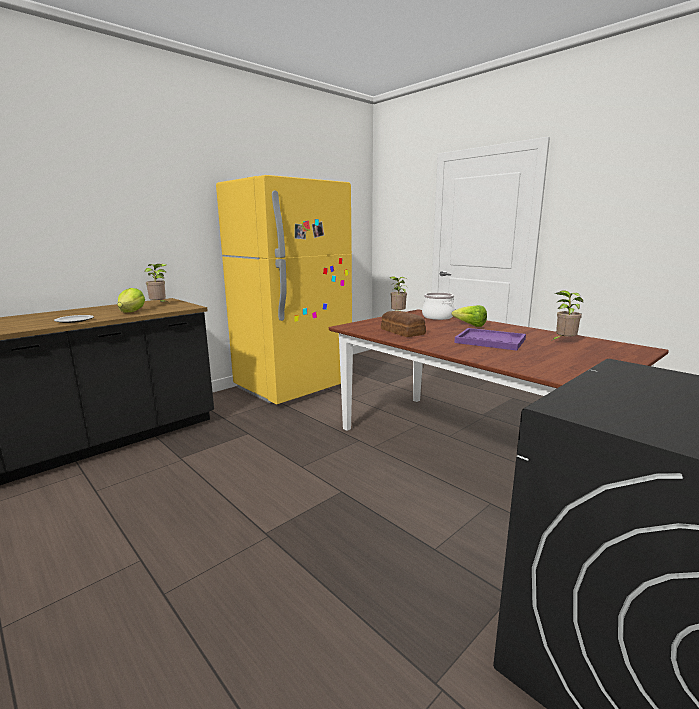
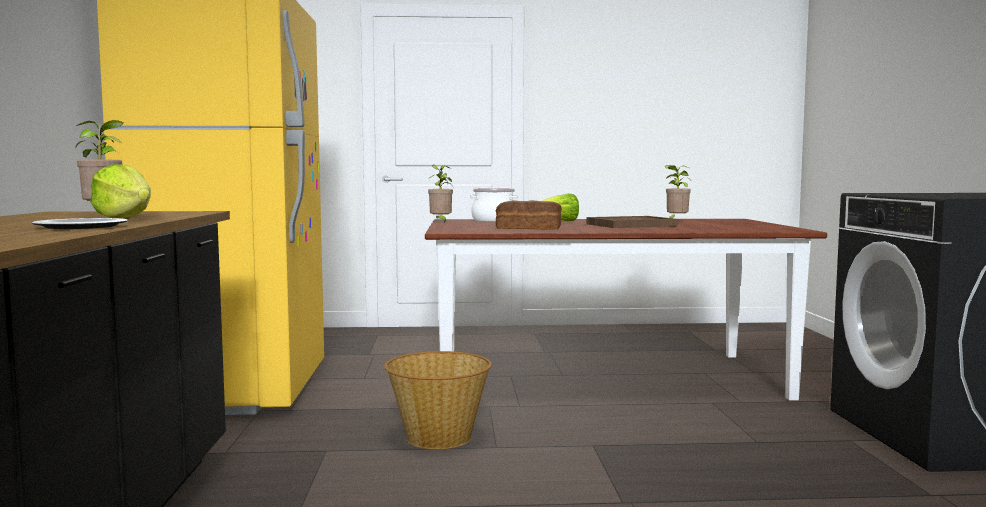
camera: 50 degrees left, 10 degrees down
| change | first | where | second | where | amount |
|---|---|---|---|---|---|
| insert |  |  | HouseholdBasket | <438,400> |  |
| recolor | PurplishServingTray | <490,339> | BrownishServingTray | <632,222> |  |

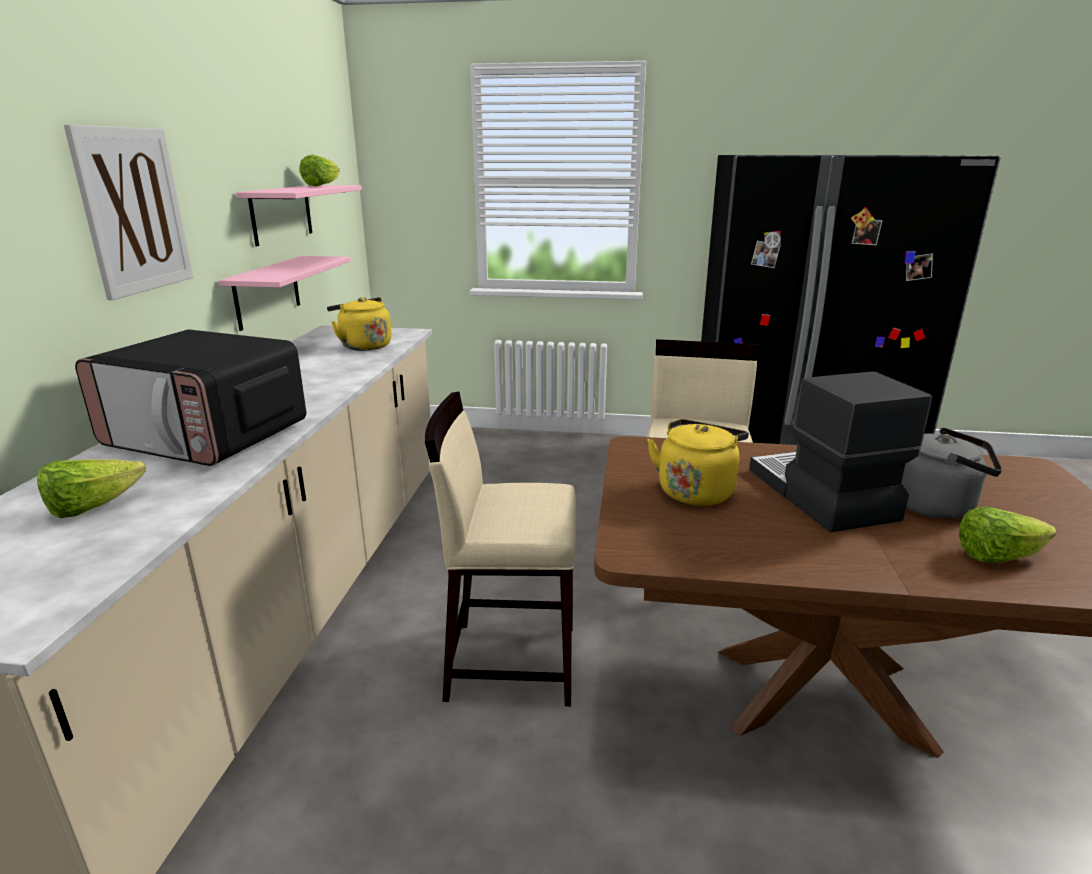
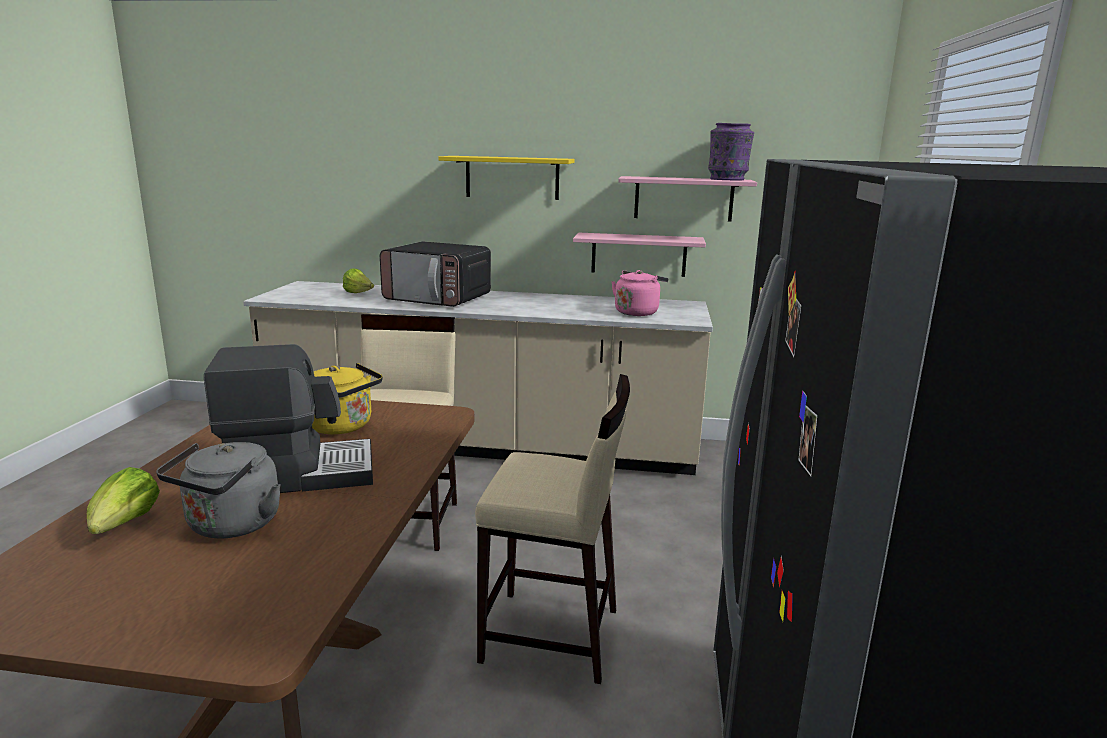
camera: 90 degrees right, 5 degrees down
| change | first | where | second | where | amount |
|---|---|---|---|---|---|
| rotate | MicrowaveOven | <190,397> |  | <435,274> | 90 degrees counterclockwise |
| replace | Picture | <128,212> | YellowishBracketShelf | <506,178> |  |
| recolor | YellowishKettle | <359,324> | PinkishKettle | <640,293> |  |
| replace | LettuceHead | <319,170> | PurplishFlowerVase | <731,151> |  |

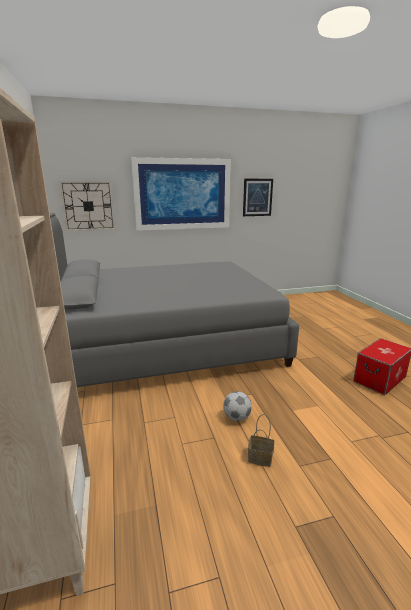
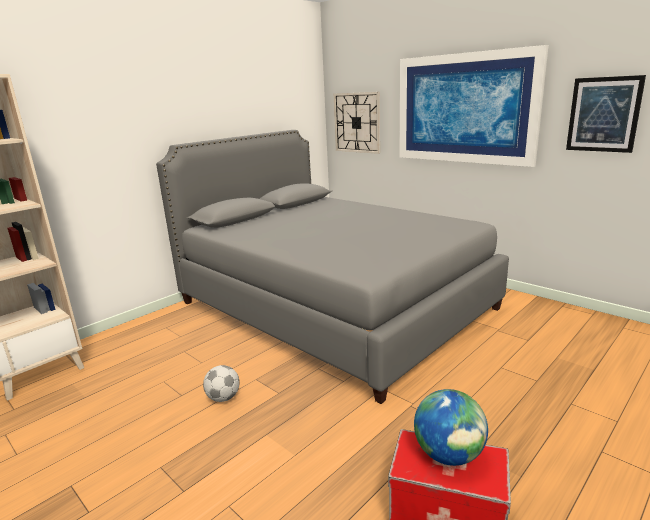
camera: 60 degrees right, 0 degrees up
| change | first | where | second | where | amount |
|---|---|---|---|---|---|
| insert |  |  | WorldGlobe | <451,427> |  |
| delete | HouseholdBasket | <261,440> |  |  |  |

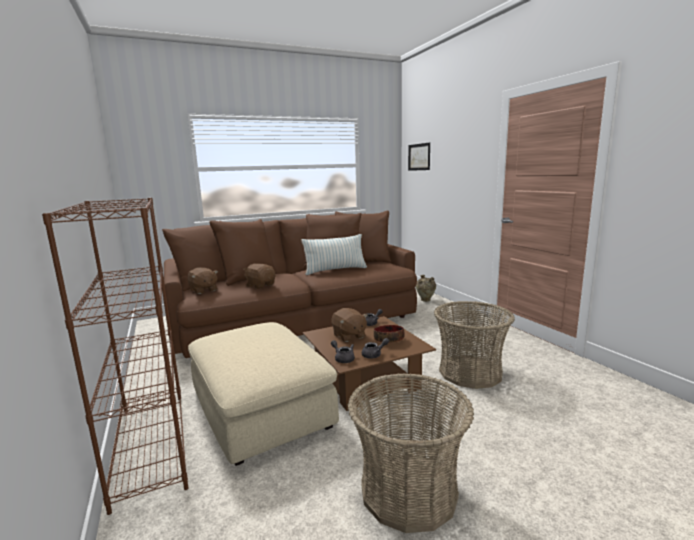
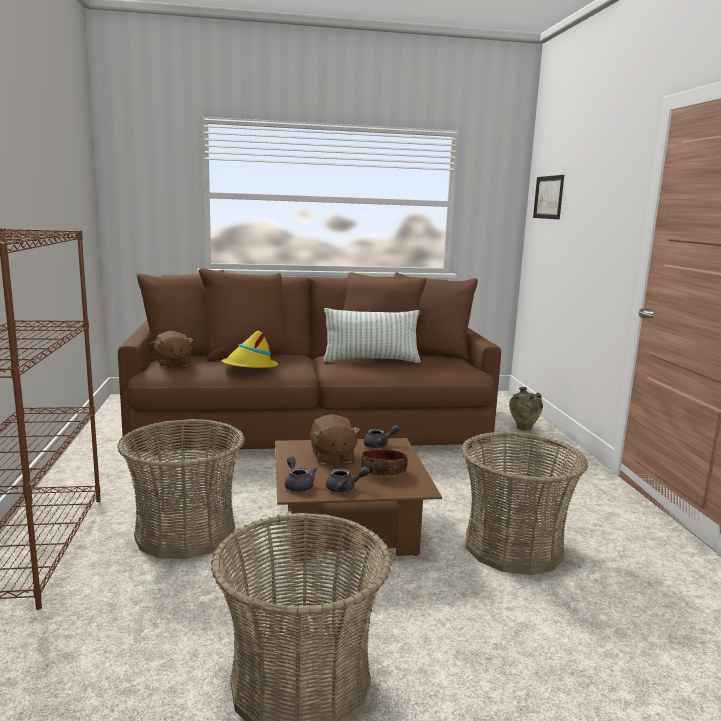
camera: 15 degrees right, 0 degrees up
| change | first | where | second | where | amount |
|---|---|---|---|---|---|
| replace | SandColouredFootrest | <263,394> | HouseholdBasket | <181,489> |  |
| replace | BrownishCuddlyToy | <259,276> | YellowishClothingHat | <249,348> |  |

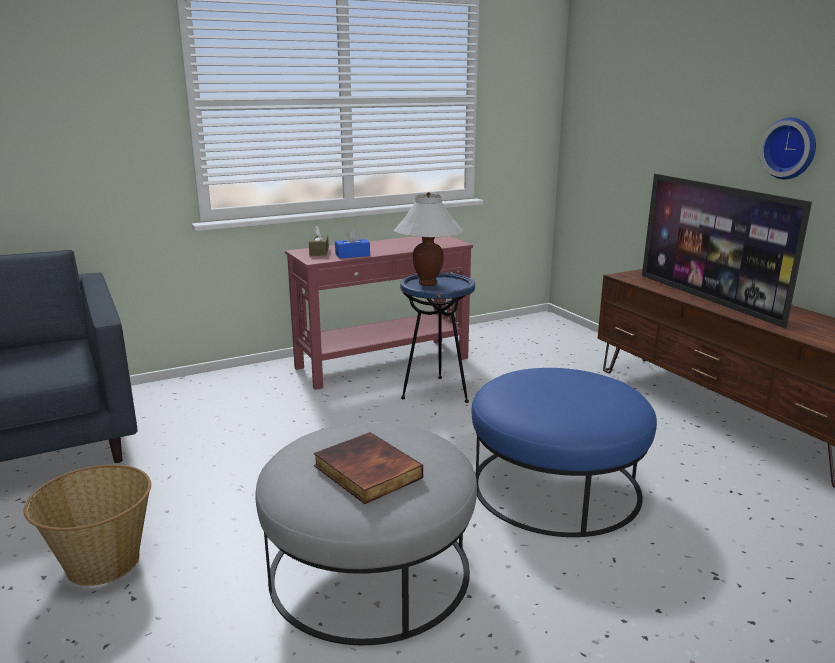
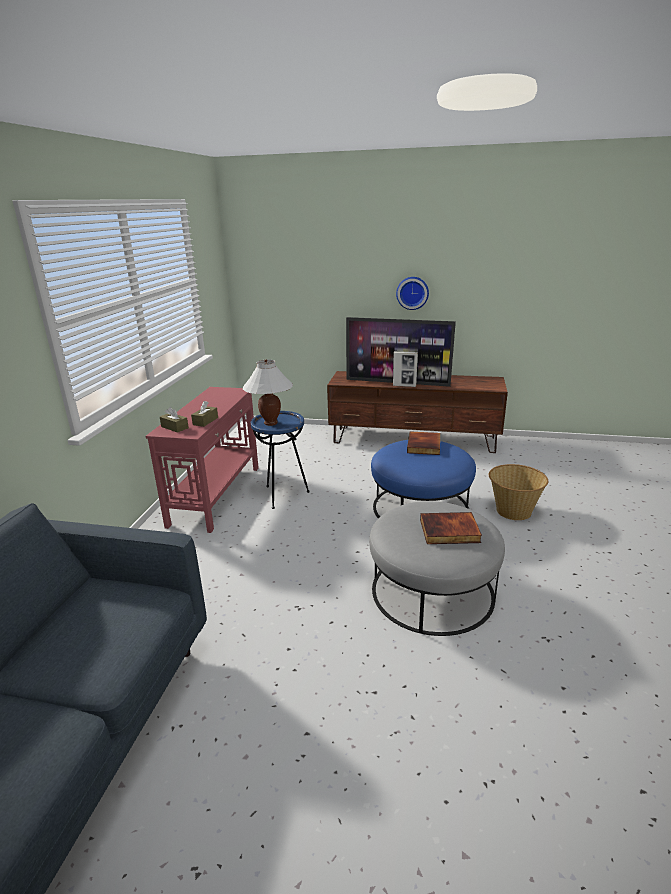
camera: 50 degrees left, 5 degrees up
| change | first | where | second | where | amount |
|---|---|---|---|---|---|
| recolor | BlueTissueBox | <352,243> | BrownishTissueBox | <204,414> |  |
| insert |  |  | PictureFrame | <405,369> |  |
| insert |  |  | Book | <423,443> |  |
| move | HouseholdBasket | <87,525> |  | <518,492> |  |

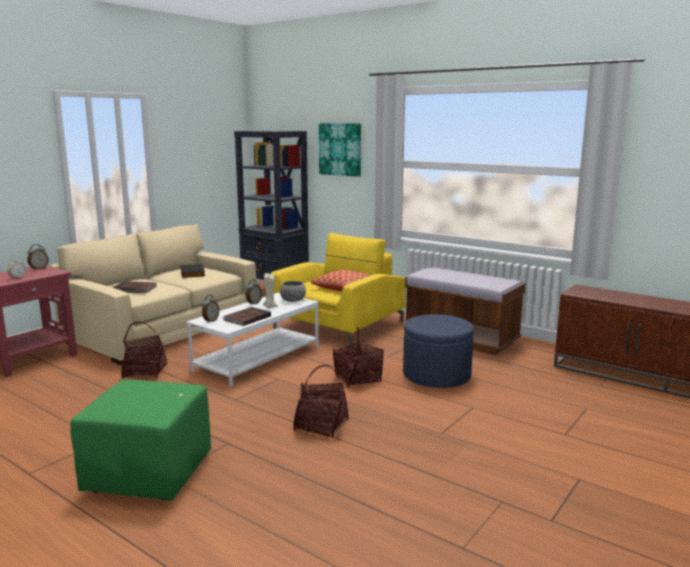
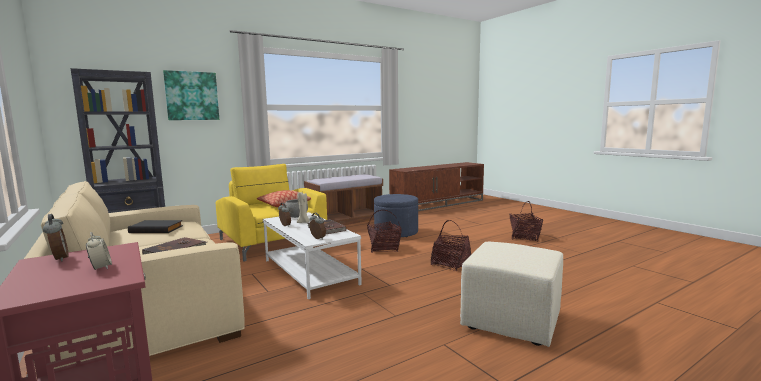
camera: 70 degrees left, 5 degrees down
| change | first | where | second | where | amount |
|---|---|---|---|---|---|
| recolor | GreenFootrest | <140,440> | SandColouredFootrest | <511,294> |  |
| move | HouseholdBasket | <144,350> |  | <526,221> |  |

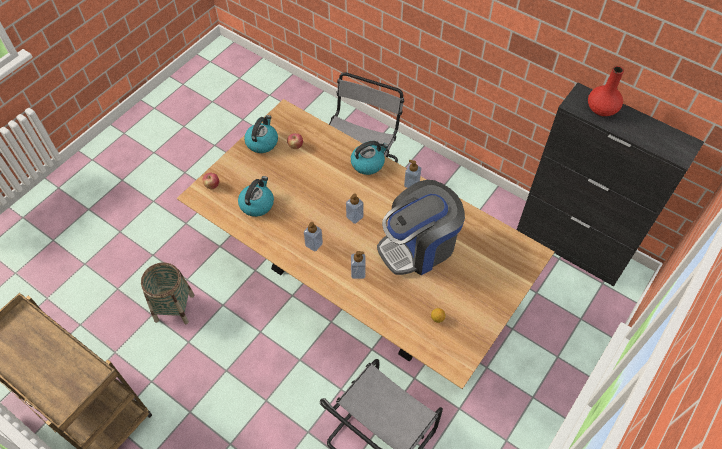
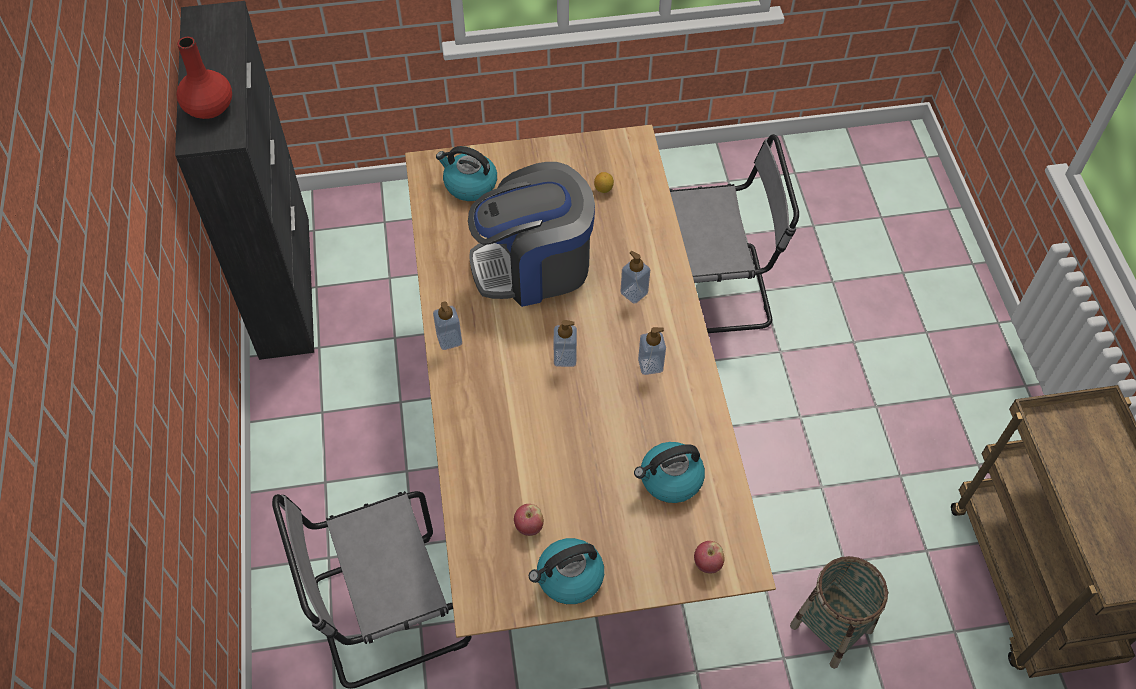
camera: 135 degrees left, 0 degrees up
| change | first | where | second | where | amount |
|---|---|---|---|---|---|
| move | Kettle | <369,158> |  | <466,173> |  |
| rotate | CoffeeBrewer | <421,227> |  | <531,234> | 150 degrees clockwise |

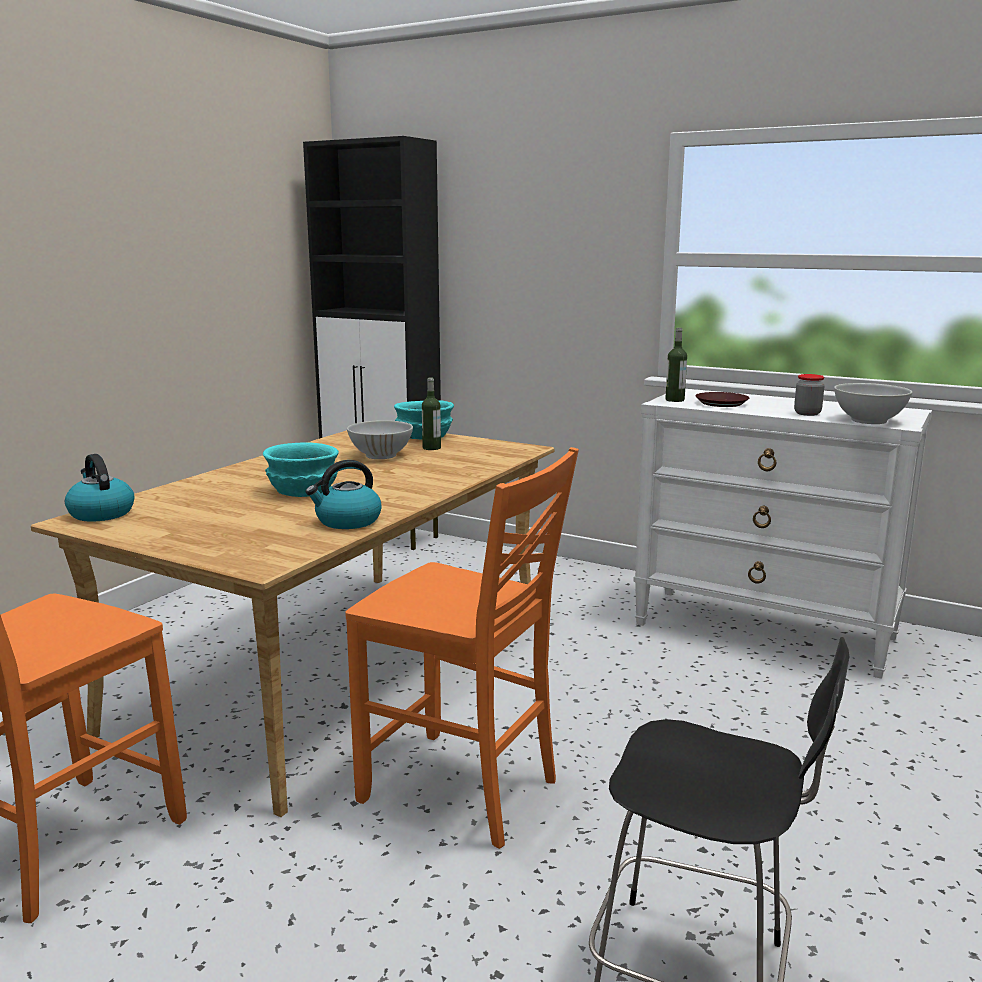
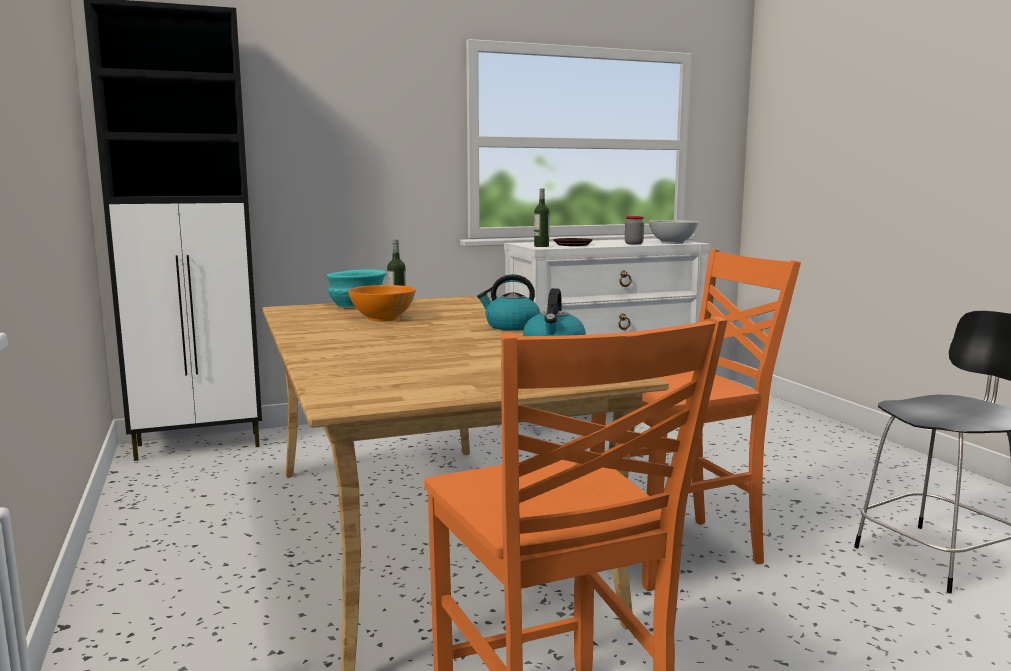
camera: 50 degrees left, 5 degrees down
| change | first | where | second | where | amount |
|---|---|---|---|---|---|
| recolor | WhiteServingBowl | <380,439> | OrangeColouredServingBowl | <382,303> |  |
| move | Kettle | <100,487> |  | <508,302> |  |
| delete | TurquoiseServingBowl | <301,469> |  |  |  |

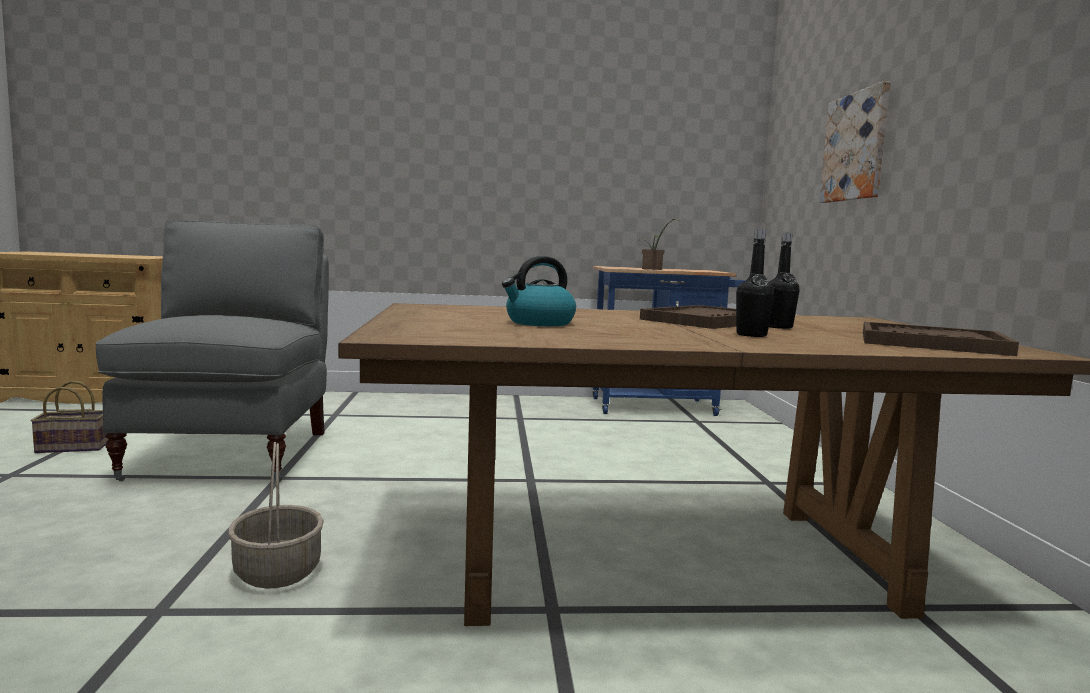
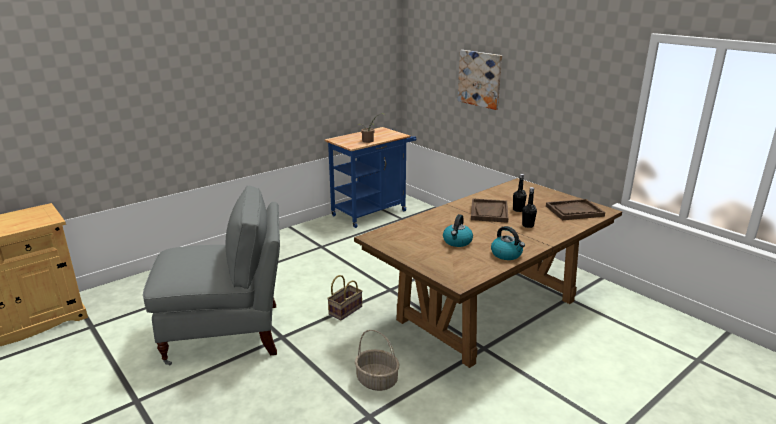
camera: 35 degrees left, 15 degrees up
| change | first | where | second | where | amount |
|---|---|---|---|---|---|
| rotate | GreyUprightChair | <212,351> |  | <211,275> | 120 degrees clockwise |
| move | HouseholdBasket | <69,417> |  | <344,297> |  |
| insert |  |  | Kettle | <508,243> |  |

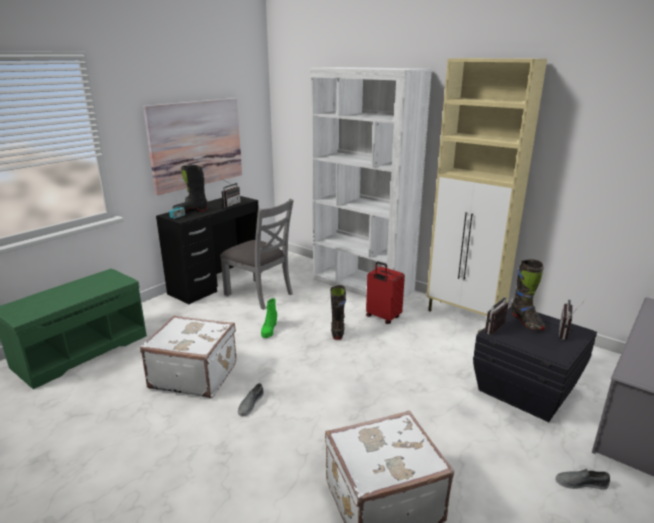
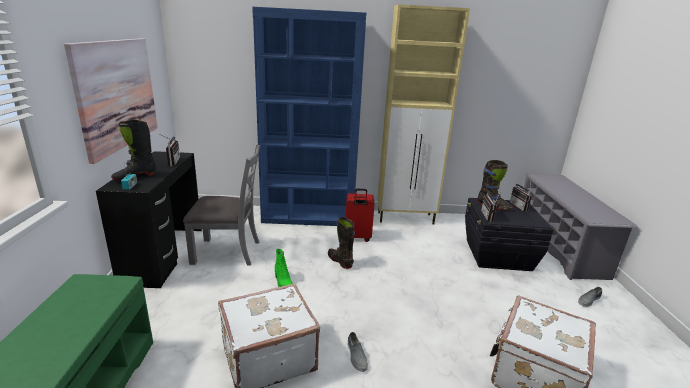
camera: 40 degrees left, 0 degrees up
| change | first | where | second | where | amount |
|---|---|---|---|---|---|
| recolor | WhiteBookshelf | <371,183> | BlueBookshelf | <309,116> |  |

